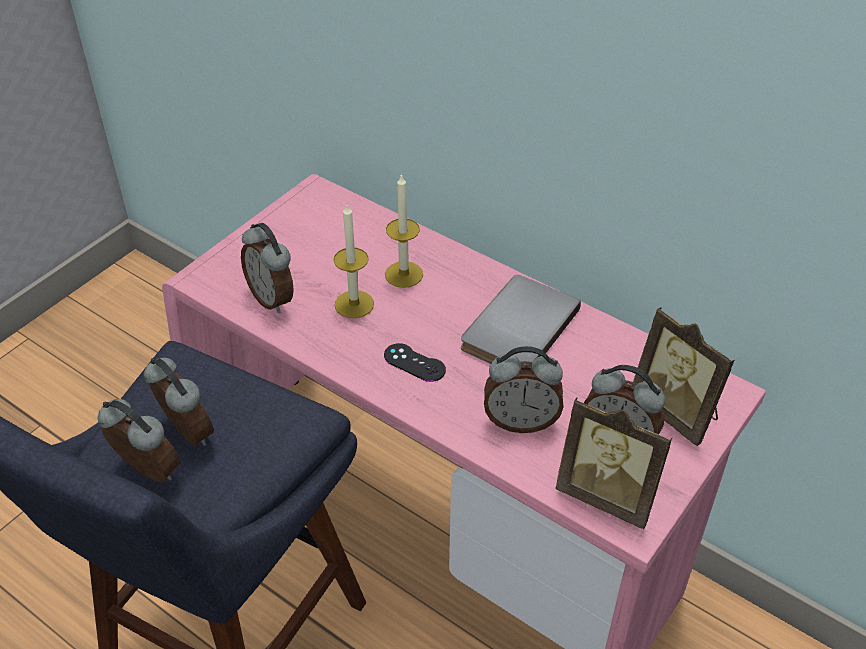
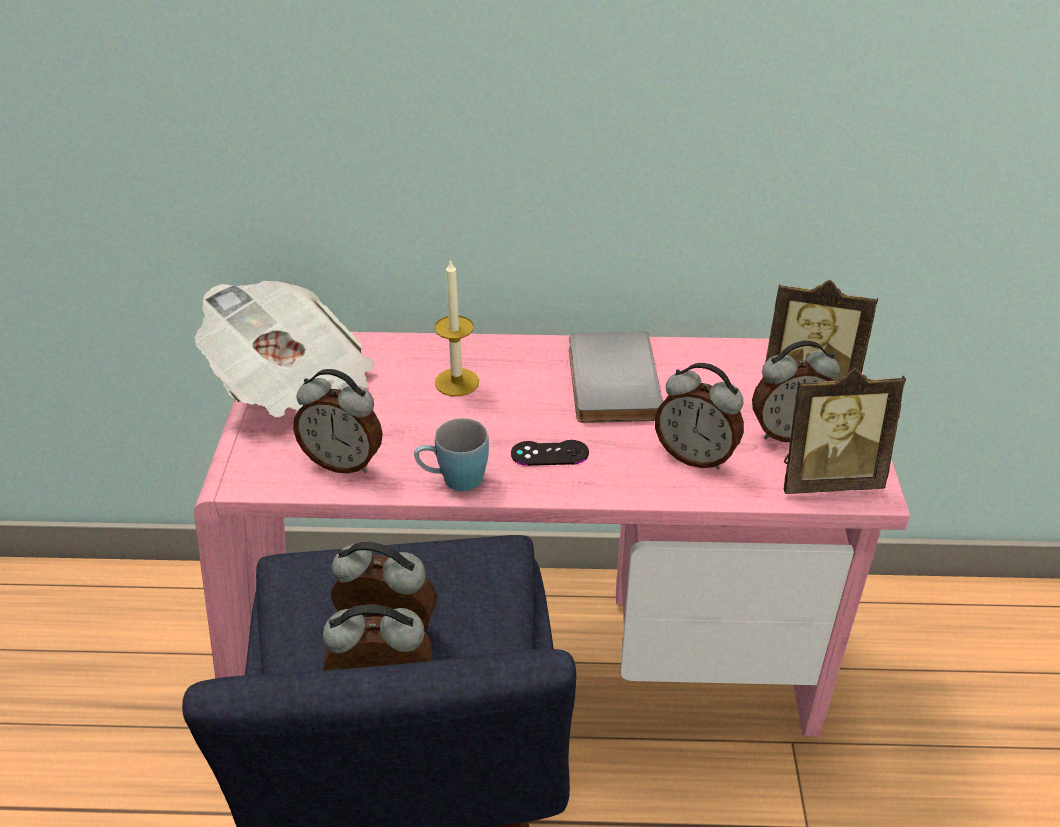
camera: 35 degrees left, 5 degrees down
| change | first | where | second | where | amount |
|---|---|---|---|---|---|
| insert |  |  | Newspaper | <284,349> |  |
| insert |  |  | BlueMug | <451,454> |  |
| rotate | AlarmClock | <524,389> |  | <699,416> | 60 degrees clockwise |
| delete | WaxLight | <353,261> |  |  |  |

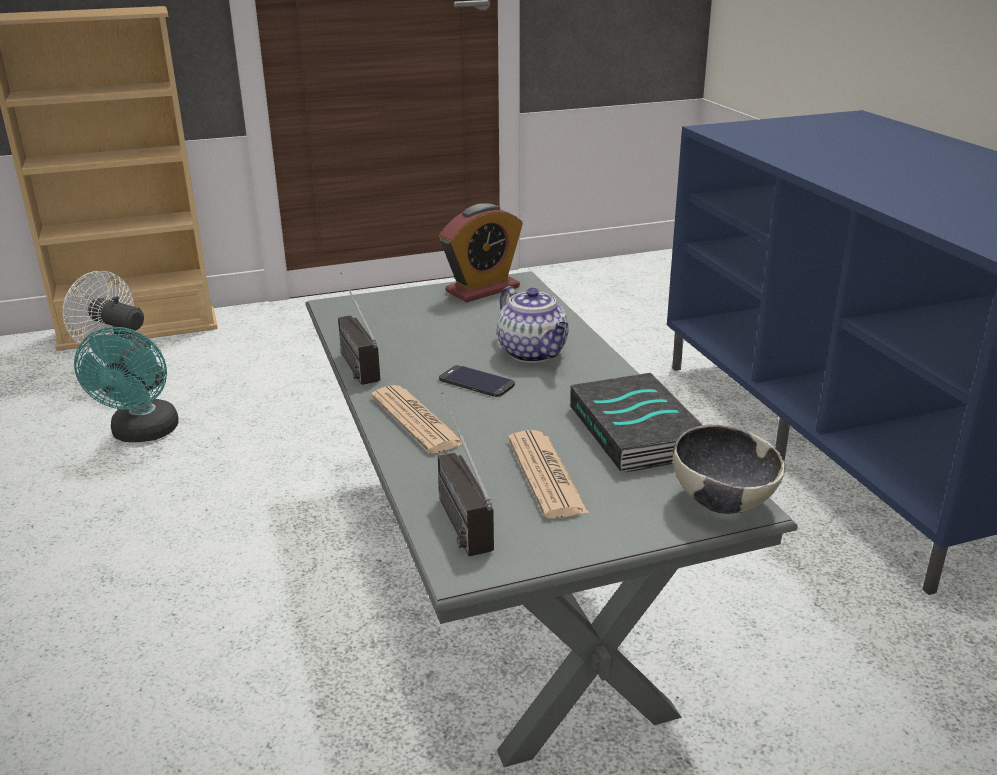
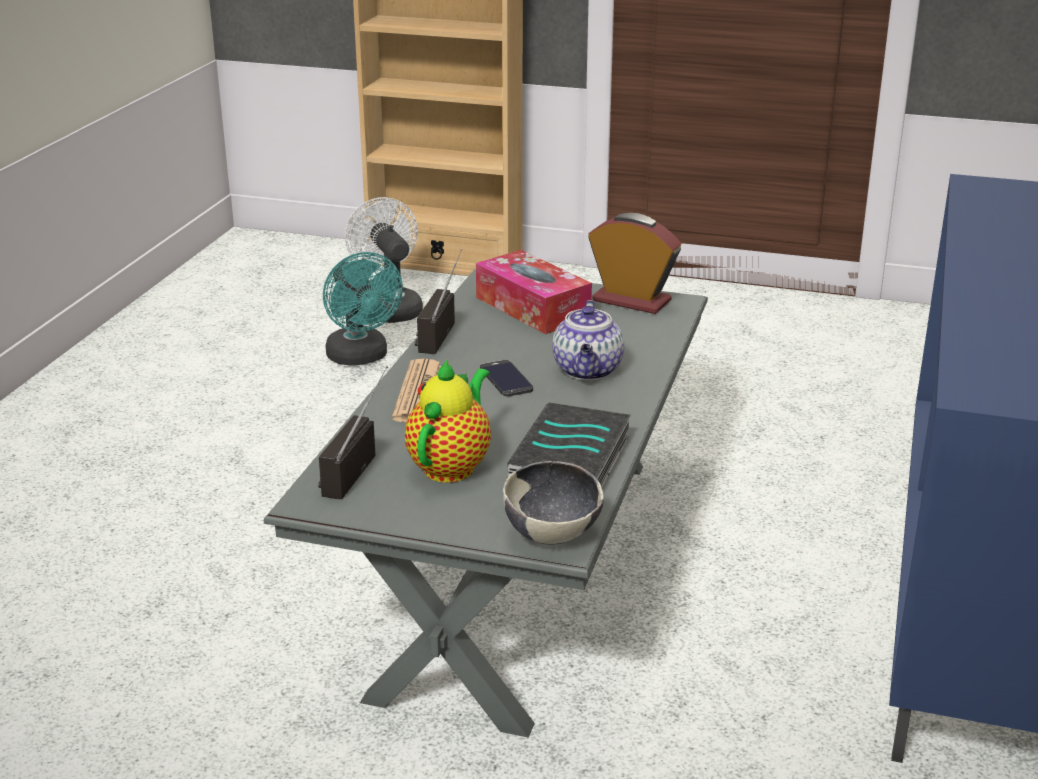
camera: 35 degrees right, 0 degrees up
| change | first | where | second | where | amount |
|---|---|---|---|---|---|
| rotate | TurquoiseElectricFan | <126,384> |  | <363,309> | 60 degrees counterclockwise |
| replace | Newspaper | <548,474> | TeaPot | <448,421> |  |
| insert |  |  | TissueBox | <534,292> |  |
| rotate | AlarmClock | <481,252> |  | <634,263> | 150 degrees counterclockwise |

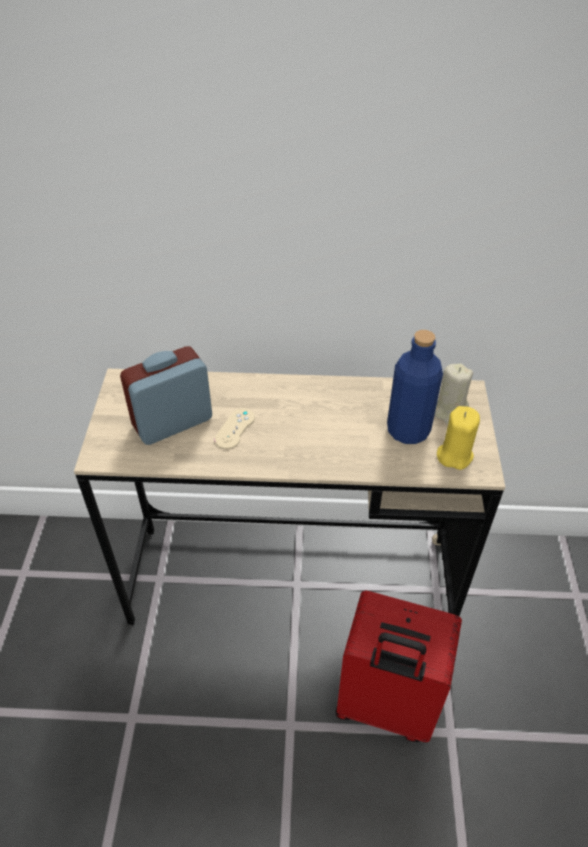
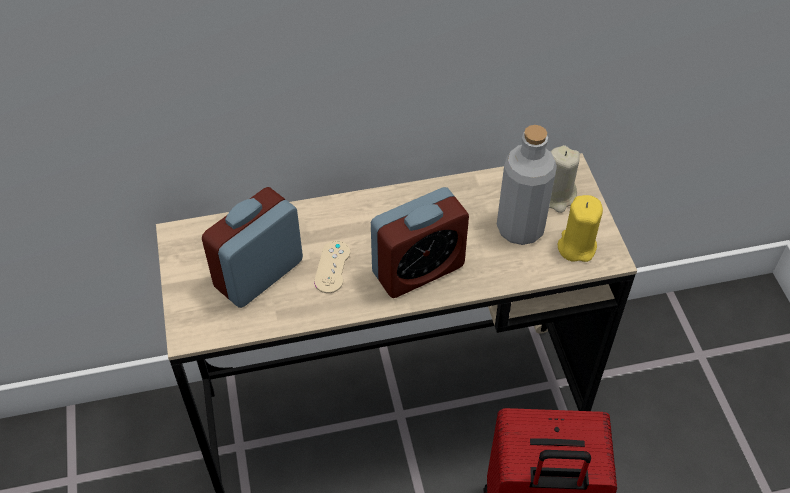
camera: 15 degrees left, 5 degrees up
| change | first | where | second | where | amount |
|---|---|---|---|---|---|
| insert |  |  | AlarmClock | <420,242> |  |
| recolor | BlueBottle | <415,387> | GreyBottle | <527,185> |  |

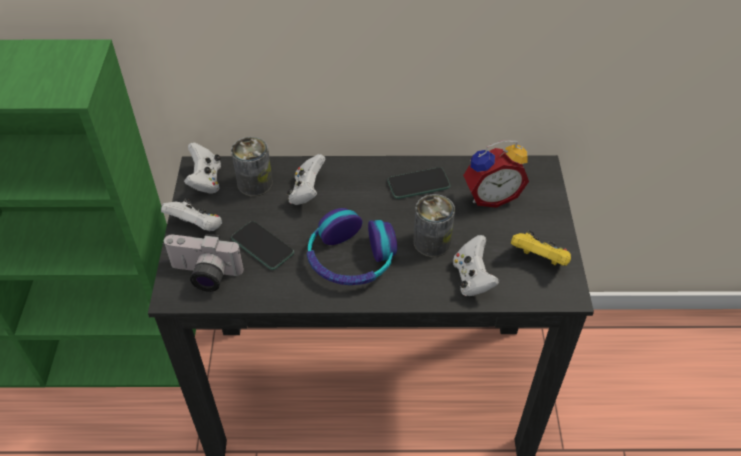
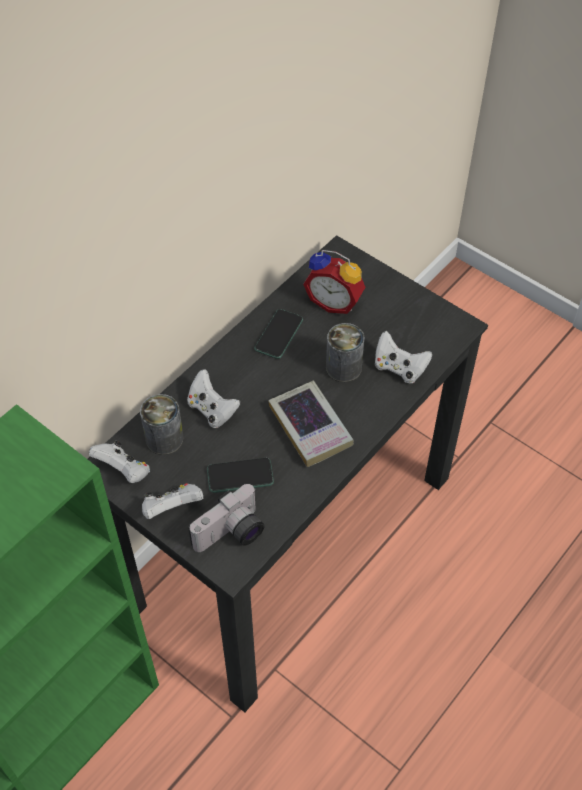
camera: 50 degrees left, 5 degrees up
| change | first | where | second | where | amount |
|---|---|---|---|---|---|
| replace | Headset | <352,246> | Book | <311,423> |  |
| rotate | AlarmClock | <496,174> |  | <334,282> | 90 degrees clockwise |
| delete | YellowishGamepad | <541,248> |  |  |  |

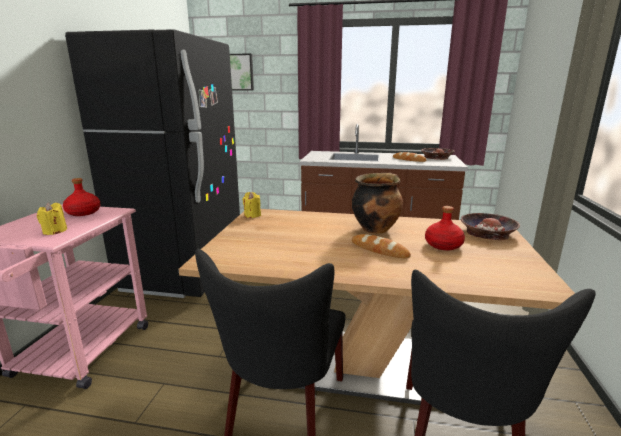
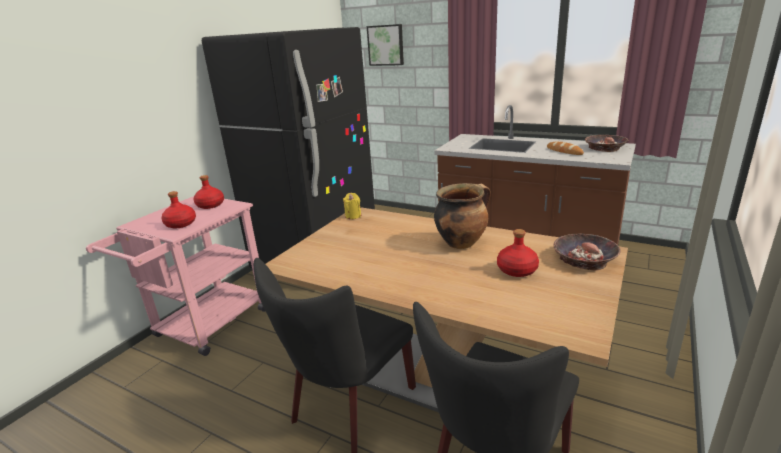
camera: 20 degrees right, 5 degrees up
| change | first | where | second | where | amount |
|---|---|---|---|---|---|
| replace | YellowishWaxLight | <52,219> | RedColouredBottle | <178,209> |  |
| delete | BakeryBread | <381,246> |  |  |  |

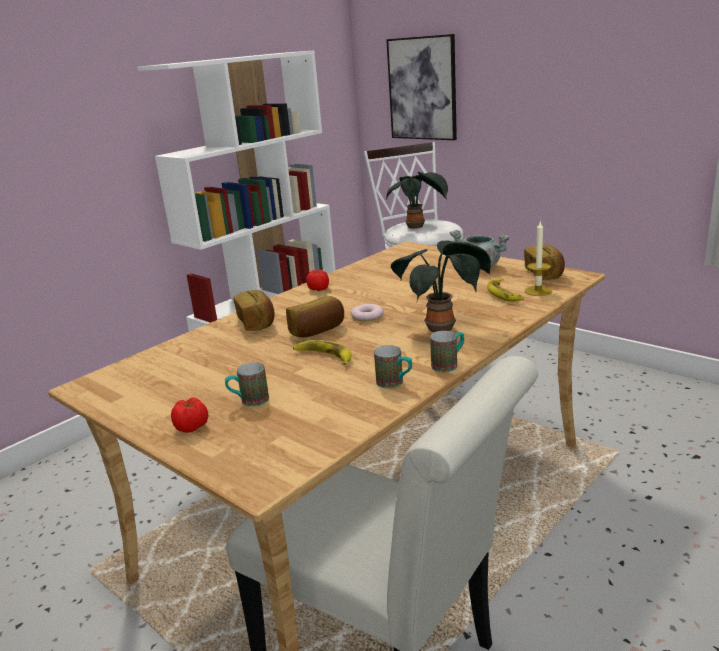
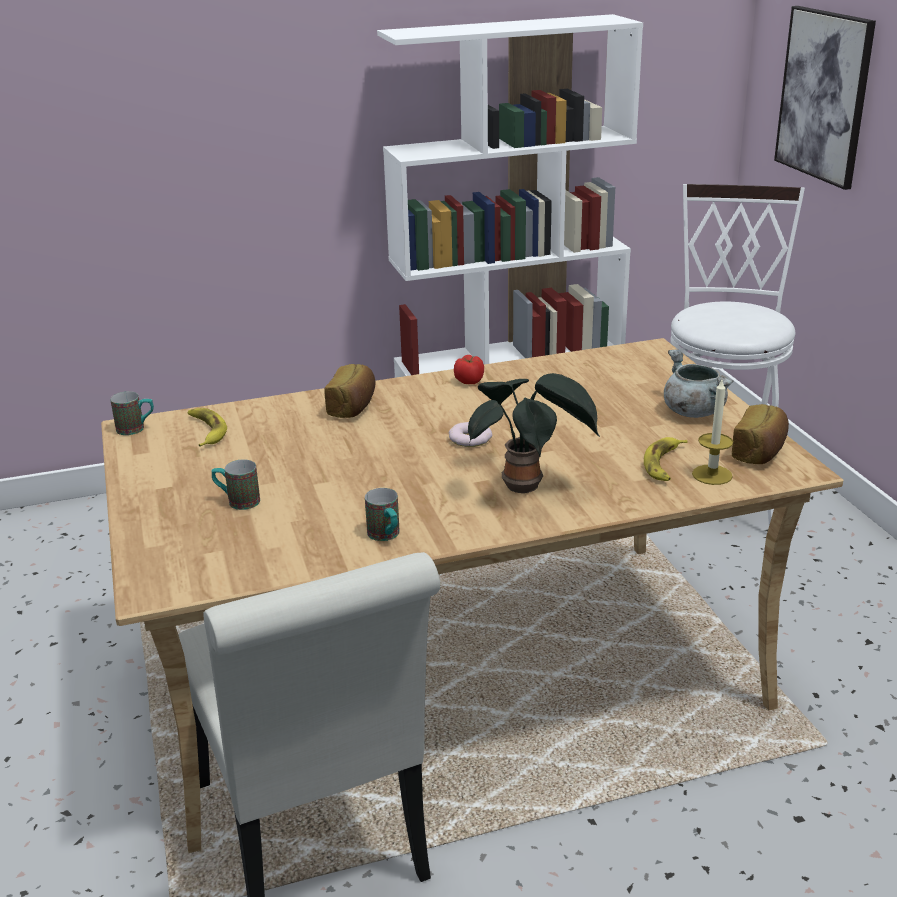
camera: 30 degrees right, 5 degrees up
| change | first | where | second | where | amount |
|---|---|---|---|---|---|
| move | Mug | <447,351> |  | <132,413> |  |
| move | Banana | <322,352> |  | <207,427> |  |
| delete | Tomato | <189,415> |  |  |  |
| delete | BakeryBread | <315,317> |  |  |  |
| delete | Houseplant | <417,200> |  |  |  |

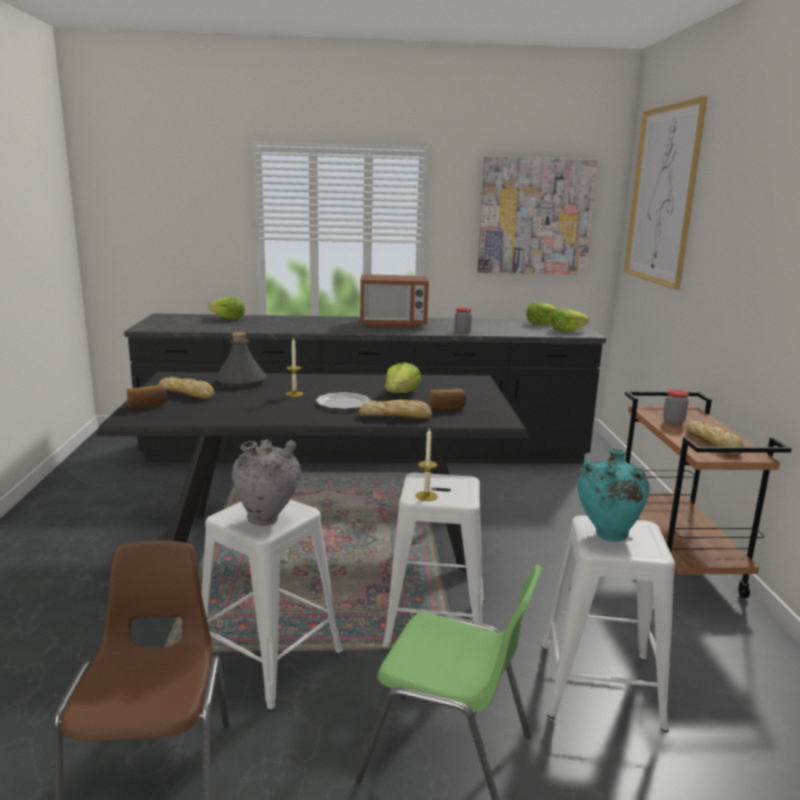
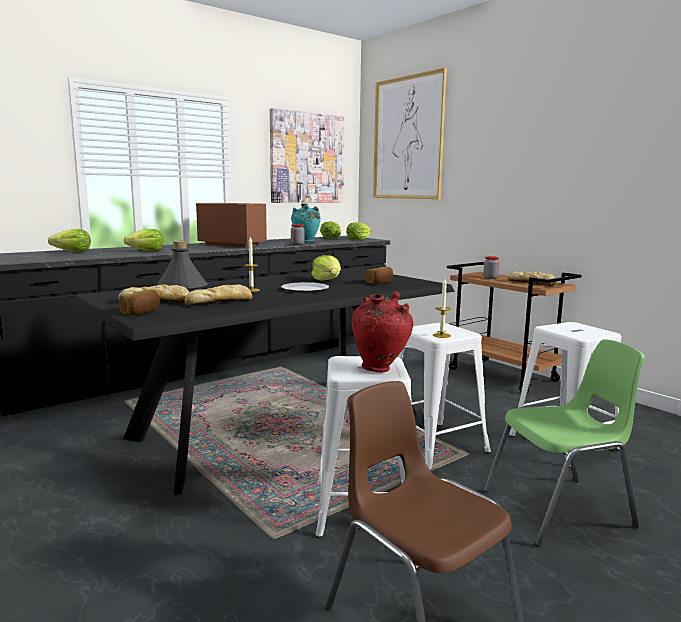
camera: 35 degrees left, 5 degrees down
| change | first | where | second | where | amount |
|---|---|---|---|---|---|
| insert |  |  | LettuceHead | <144,240> |  |
| move | BakeryBread | <395,410> |  | <218,295> |  |
| rotate | MicrowaveOven | <394,301> |  | <231,225> | 120 degrees counterclockwise |
| move | TurquoiseFlowerVase | <613,495> |  | <306,222> |  |
| recolor | GreyFlowerVase | <266,482> | RedColouredFlowerVase | <383,331> |  |

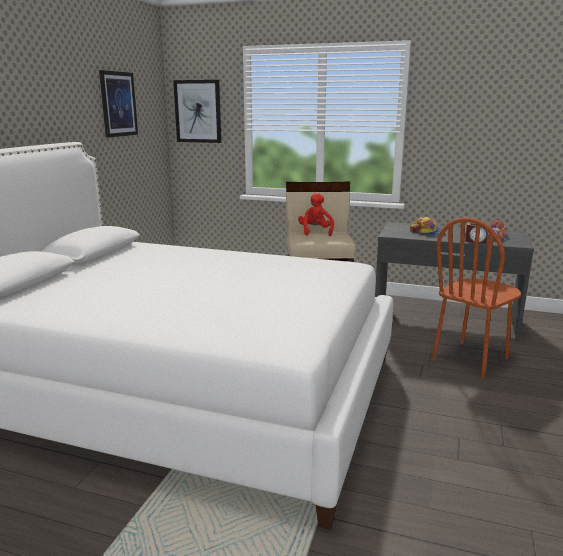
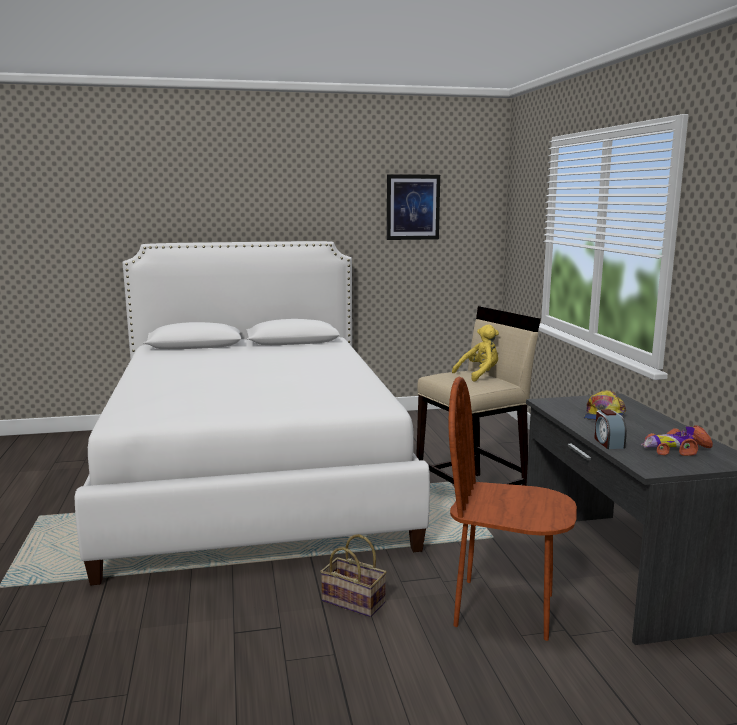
camera: 60 degrees right, 5 degrees down
| change | first | where | second | where | amount |
|---|---|---|---|---|---|
| insert |  |  | HouseholdBasket | <353,575> |  |
| recolor | RedColouredCuddlyToy | <316,214> | YellowishCuddlyToy | <475,352> |  |
| delete | Picture | <197,111> |  |  |  |

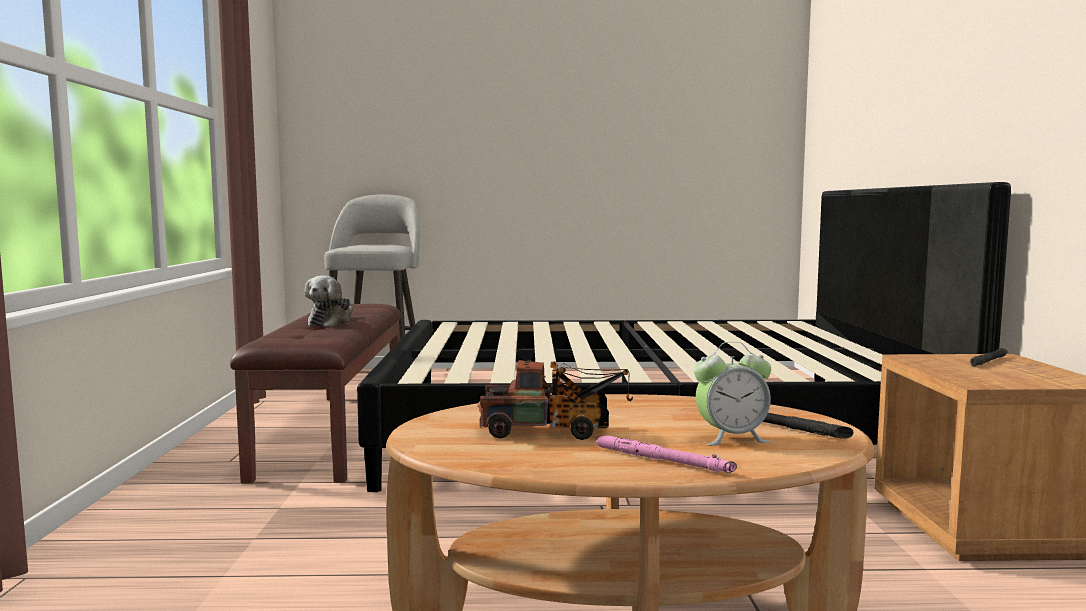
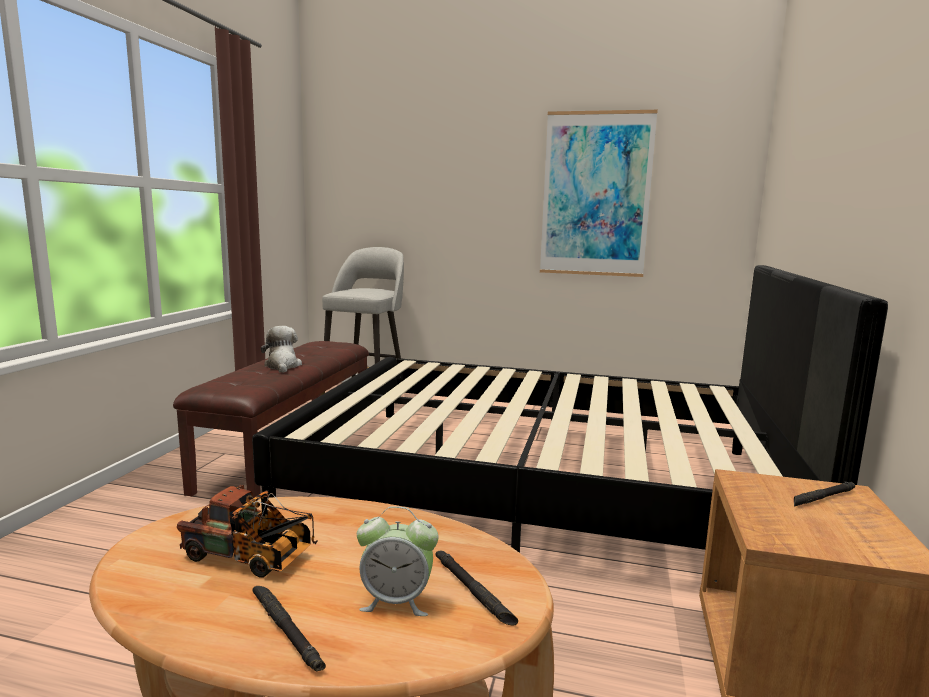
camera: 15 degrees right, 5 degrees up
| change | first | where | second | where | amount |
|---|---|---|---|---|---|
| recolor | PinkishTorch | <667,454> | BlackColouredTorch | <289,628> |  |
| rotate | CuddlyToy | <328,301> |  | <281,349> | 135 degrees clockwise |
| insert |  |  | Picture | <599,193> |  |

